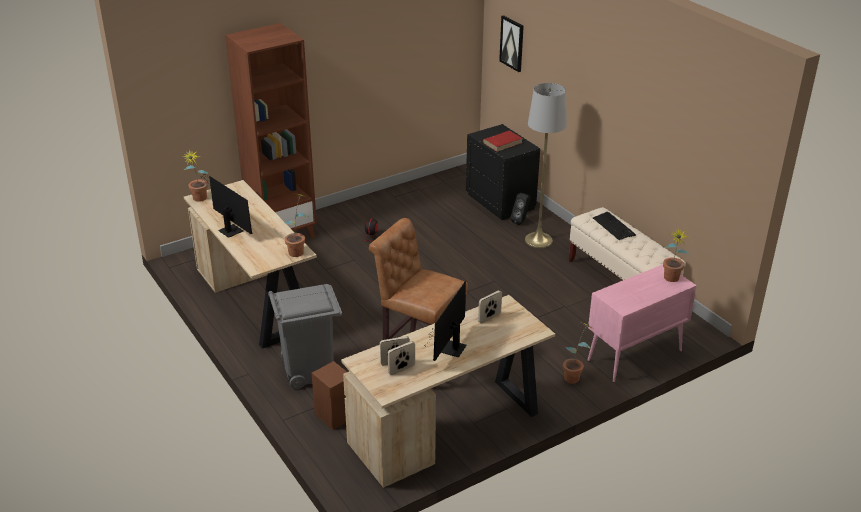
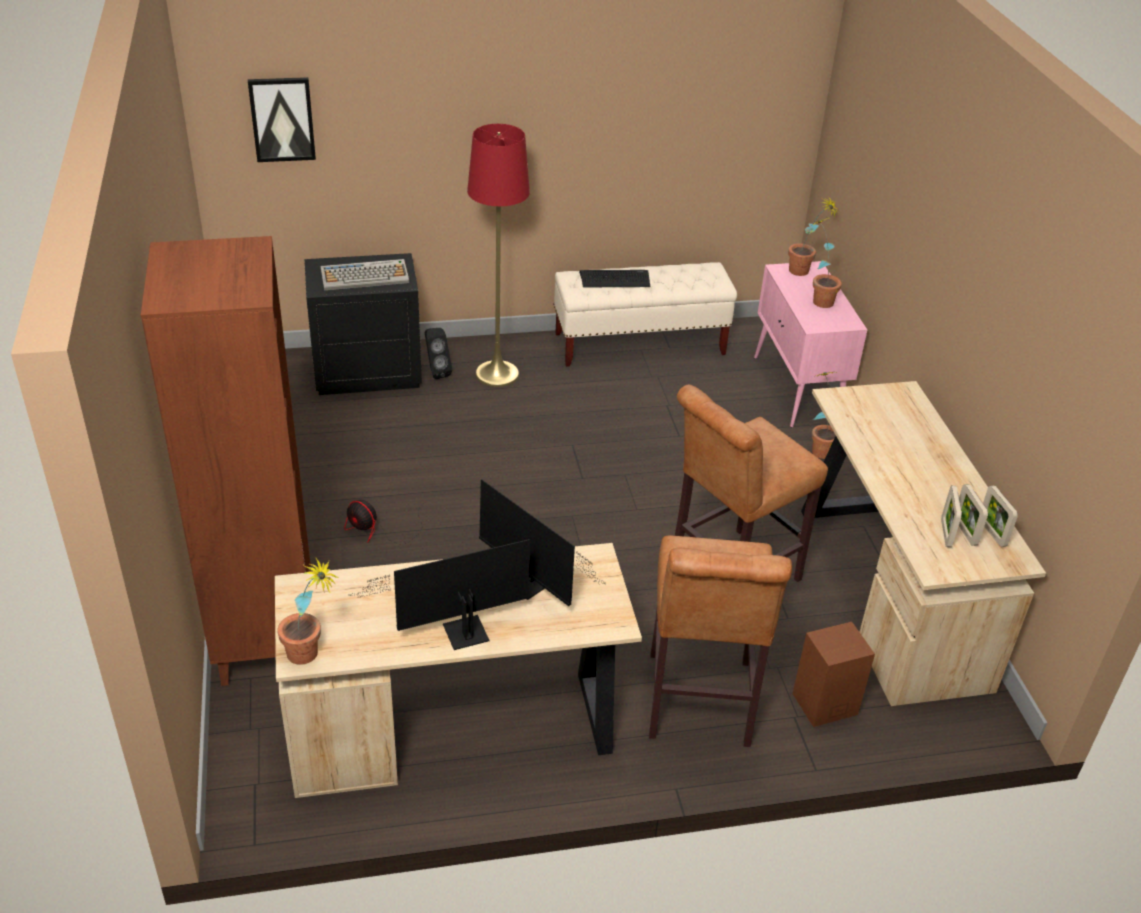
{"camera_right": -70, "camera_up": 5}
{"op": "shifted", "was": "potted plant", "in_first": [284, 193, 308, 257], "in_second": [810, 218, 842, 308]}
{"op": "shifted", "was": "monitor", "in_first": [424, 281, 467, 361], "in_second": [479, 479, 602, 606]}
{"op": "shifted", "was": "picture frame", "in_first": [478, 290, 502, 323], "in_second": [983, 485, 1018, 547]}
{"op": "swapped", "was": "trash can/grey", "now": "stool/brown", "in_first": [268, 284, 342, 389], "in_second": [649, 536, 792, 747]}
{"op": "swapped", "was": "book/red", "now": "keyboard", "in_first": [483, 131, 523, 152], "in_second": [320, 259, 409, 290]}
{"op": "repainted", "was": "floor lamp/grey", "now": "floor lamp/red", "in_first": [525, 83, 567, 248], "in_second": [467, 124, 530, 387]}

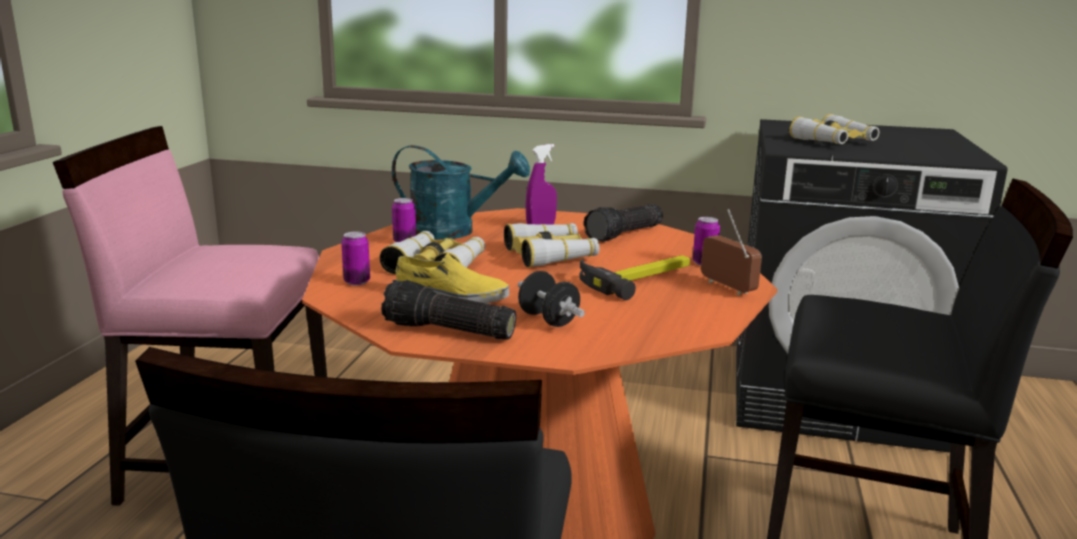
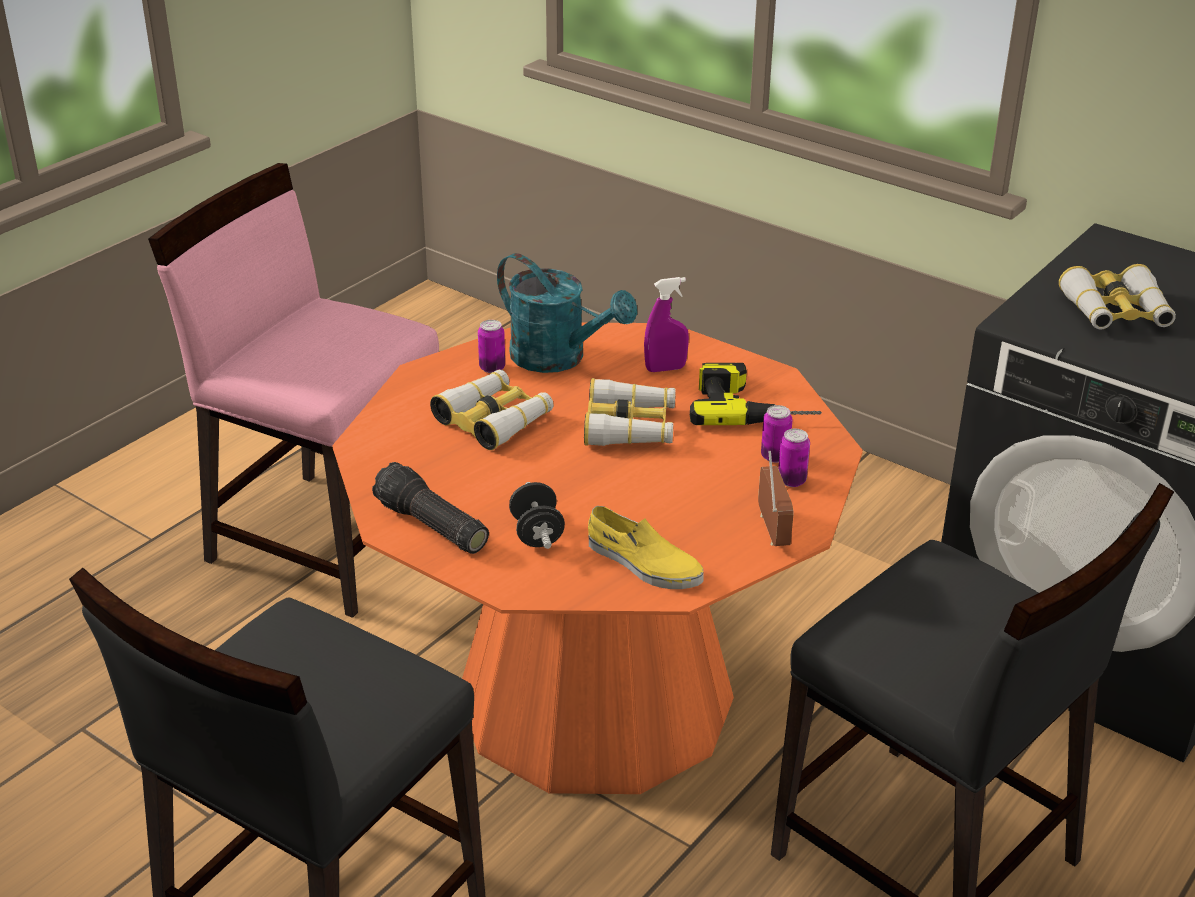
{"camera_right": 25, "camera_up": 15}
{"op": "gone", "was": "hammer", "in_first": [579, 255, 690, 300]}
{"op": "shifted", "was": "can", "in_first": [341, 231, 370, 285], "in_second": [761, 405, 793, 463]}
{"op": "shifted", "was": "shoe/yellow", "in_first": [395, 253, 509, 304], "in_second": [588, 506, 704, 589]}
{"op": "swapped", "was": "flashlight", "now": "power drill", "in_first": [584, 204, 663, 242], "in_second": [690, 363, 822, 425]}

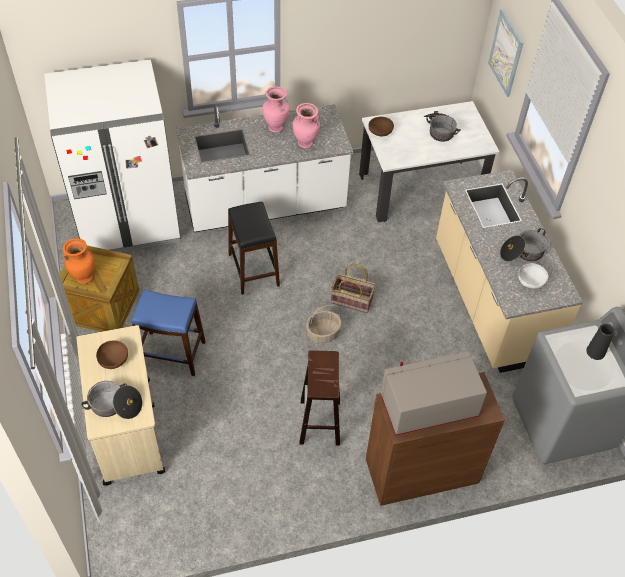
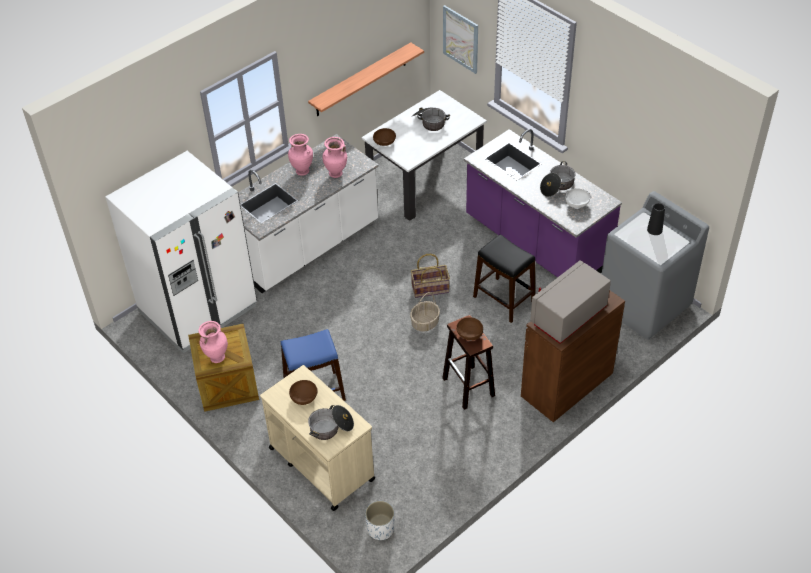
{"camera_right": -25, "camera_up": -5}
{"op": "new", "now": "shelf", "in_second": [308, 42, 424, 116]}
{"op": "new", "now": "planter/white", "in_second": [365, 501, 394, 540]}
{"op": "new", "now": "bowl/brown", "in_second": [456, 317, 483, 340]}
{"op": "shifted", "was": "stool/black", "in_first": [228, 202, 280, 295], "in_second": [473, 235, 535, 323]}
{"op": "repainted", "was": "vase/orange", "now": "vase/pink", "in_first": [63, 238, 95, 284], "in_second": [198, 321, 228, 363]}
{"op": "repainted", "was": "counter/beige", "now": "counter/purple", "in_first": [436, 170, 583, 373], "in_second": [464, 129, 622, 278]}

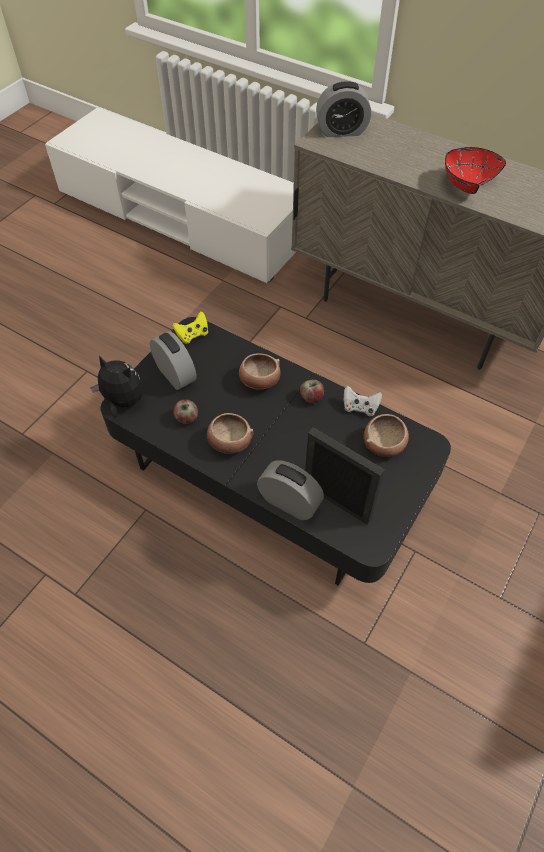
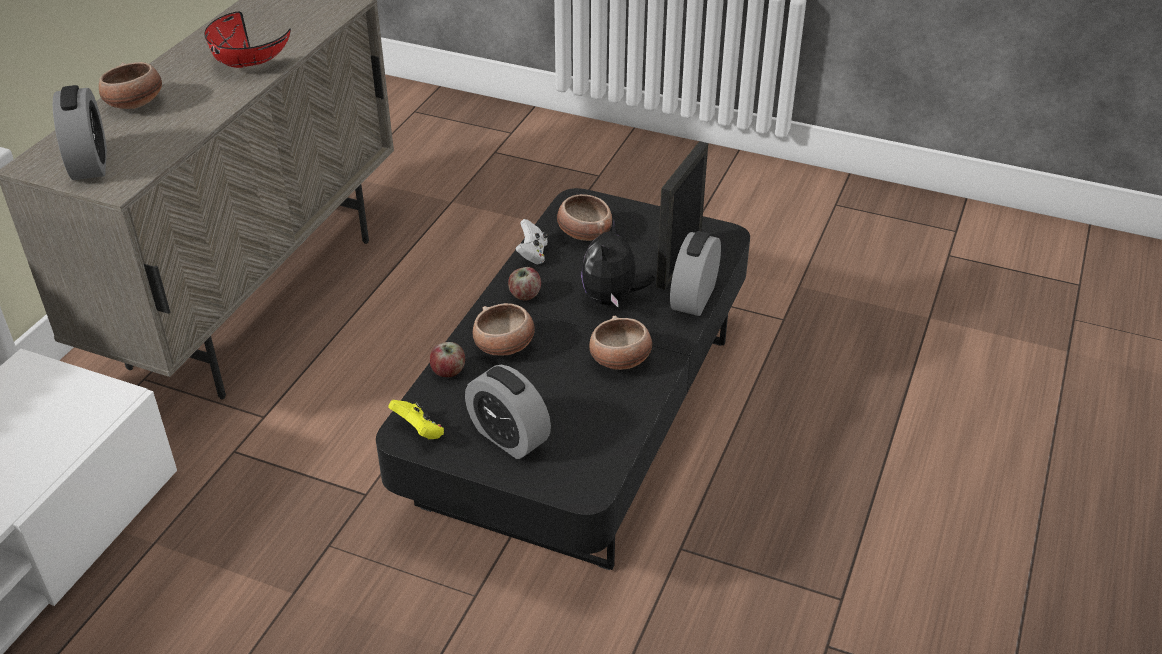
{"camera_right": -100, "camera_up": -15}
{"op": "new", "now": "bowl", "in_second": [99, 62, 162, 109]}
{"op": "shifted", "was": "plush toy", "in_first": [90, 355, 143, 419], "in_second": [581, 218, 655, 308]}
{"op": "shifted", "was": "apple", "in_first": [173, 399, 198, 424], "in_second": [430, 342, 465, 377]}
{"op": "rotated", "was": "alarm clock", "in_first": [150, 331, 197, 390], "in_second": [465, 365, 551, 459], "clockwise": -90}

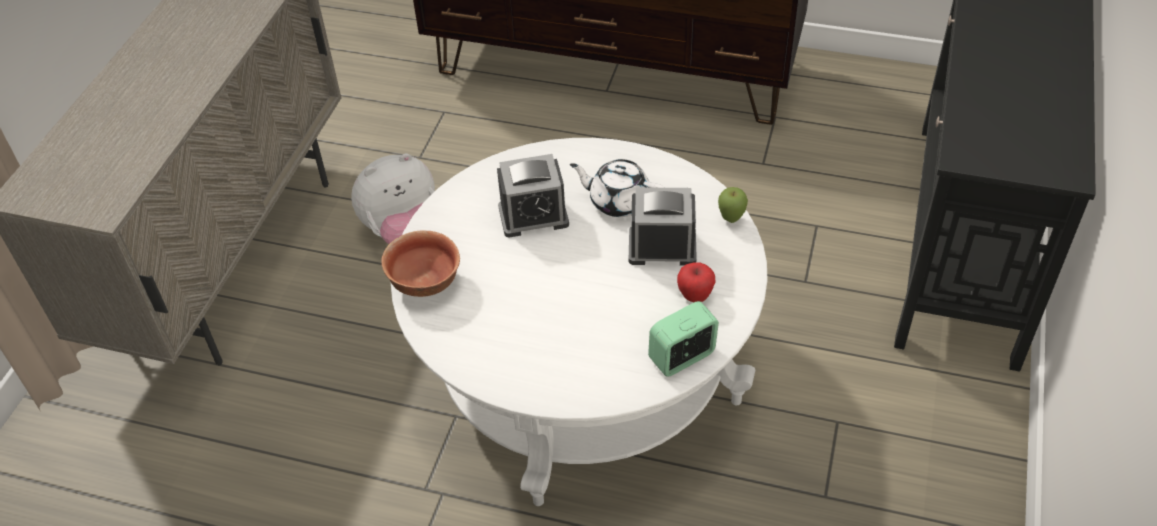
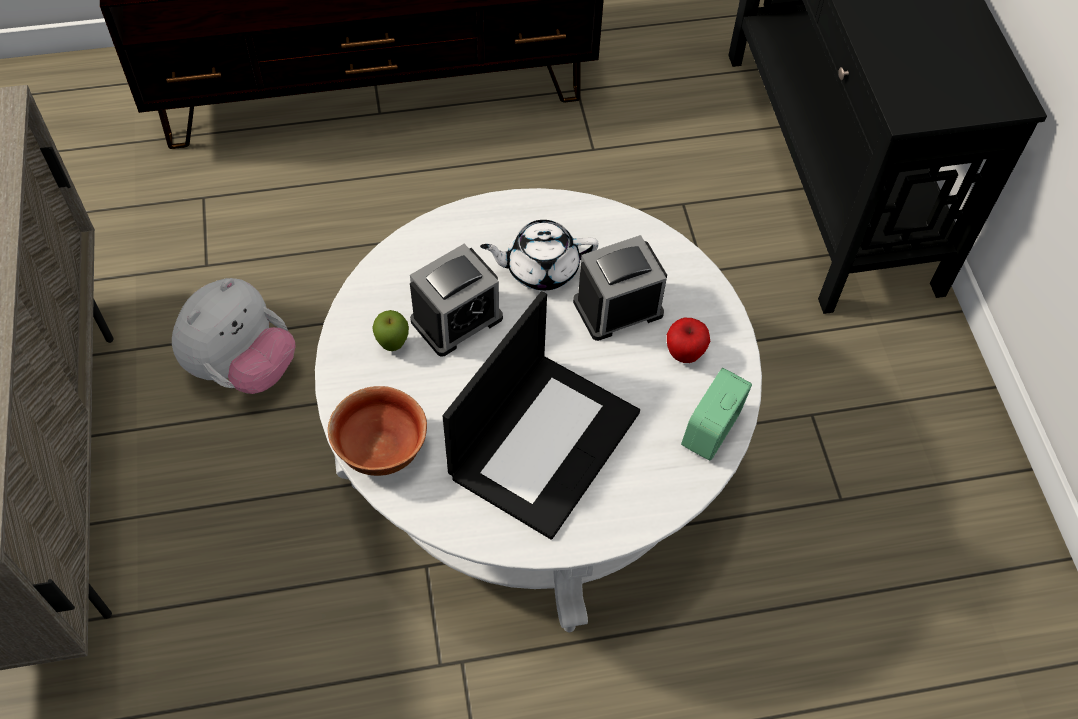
{"camera_right": -30, "camera_up": 10}
{"op": "new", "now": "laptop", "in_second": [443, 291, 640, 540]}
{"op": "shifted", "was": "apple", "in_first": [718, 187, 748, 223], "in_second": [372, 310, 409, 351]}

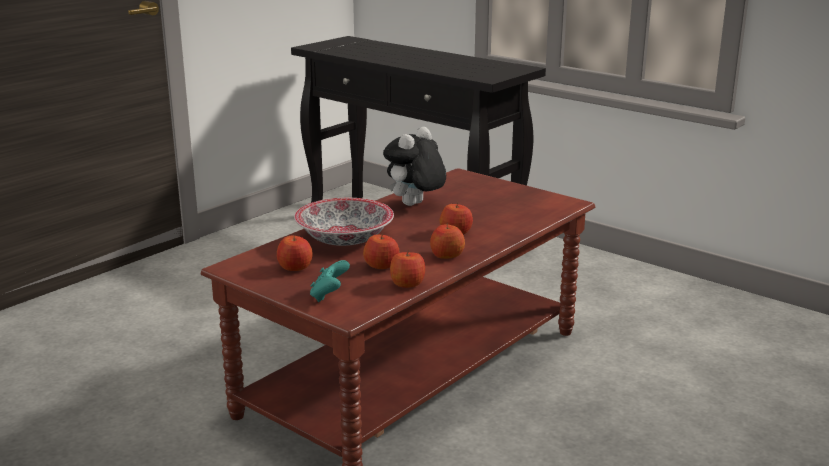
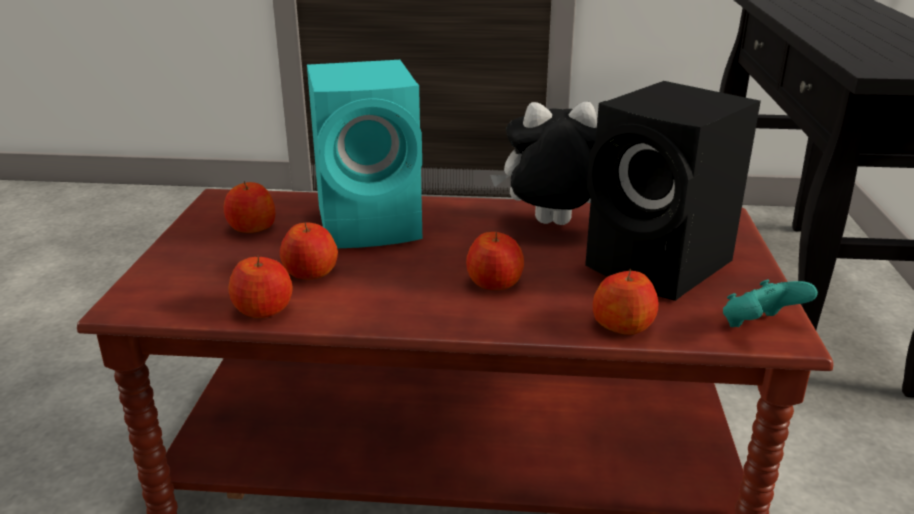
{"camera_right": 55, "camera_up": 5}
{"op": "new", "now": "speaker/black", "in_second": [585, 81, 761, 301]}
{"op": "shifted", "was": "game controller/turquoise", "in_first": [310, 260, 350, 302], "in_second": [723, 279, 818, 327]}
{"op": "shifted", "was": "apple", "in_first": [430, 224, 465, 259], "in_second": [593, 269, 658, 335]}
{"op": "swapped", "was": "bowl", "now": "speaker/turquoise", "in_first": [294, 198, 394, 246], "in_second": [307, 60, 422, 248]}

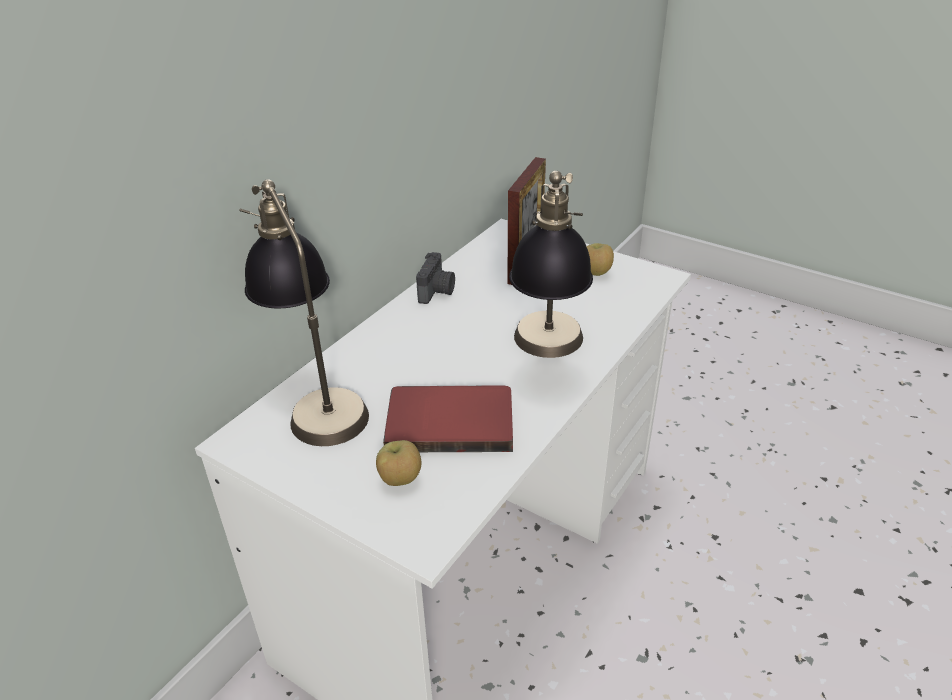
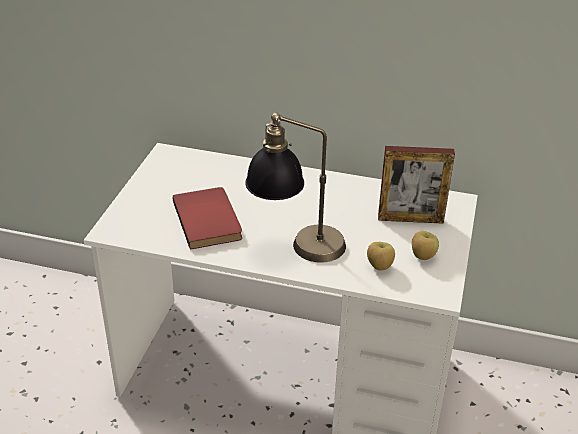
{"camera_right": 70, "camera_up": 0}
{"op": "gone", "was": "table lamp", "in_first": [239, 179, 369, 446]}
{"op": "gone", "was": "photo camera", "in_first": [416, 252, 455, 304]}
{"op": "shifted", "was": "apple", "in_first": [376, 440, 421, 486], "in_second": [367, 242, 395, 271]}

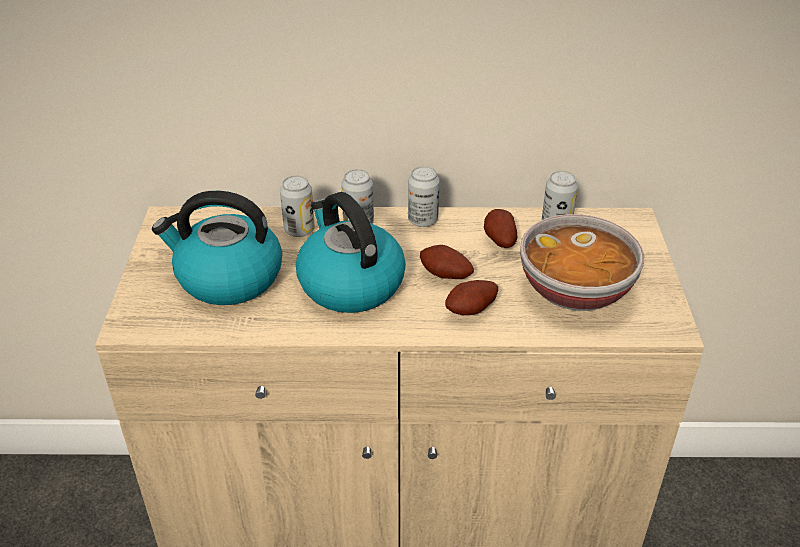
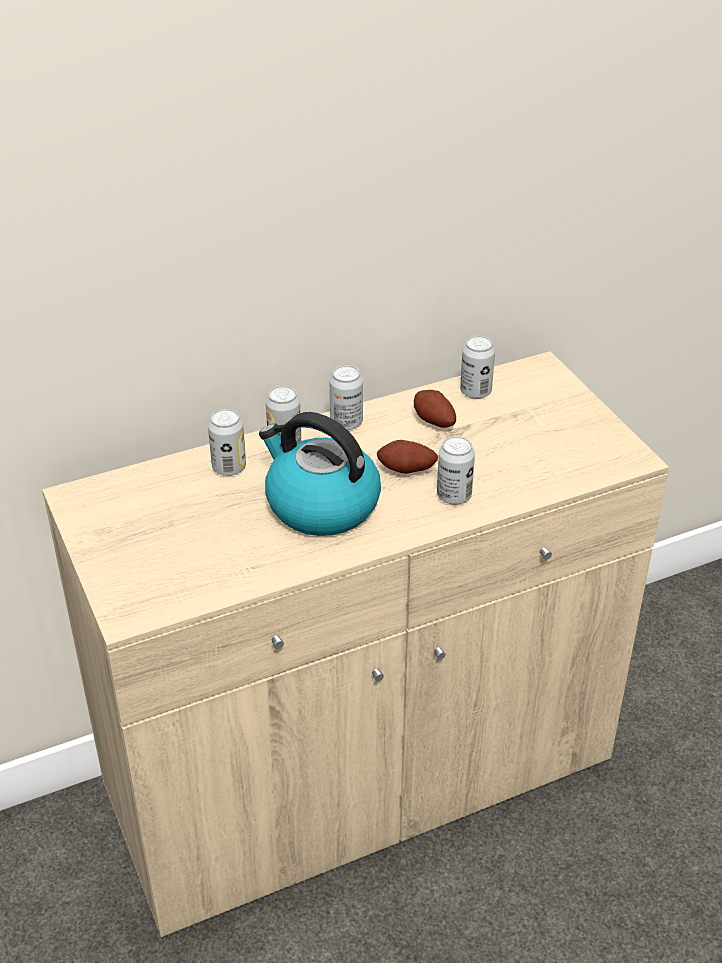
{"camera_right": -25, "camera_up": 0}
{"op": "gone", "was": "kettle", "in_first": [152, 191, 282, 305]}
{"op": "gone", "was": "bowl", "in_first": [520, 214, 644, 311]}
{"op": "swapped", "was": "potato", "now": "can", "in_first": [445, 280, 498, 315], "in_second": [437, 436, 475, 505]}

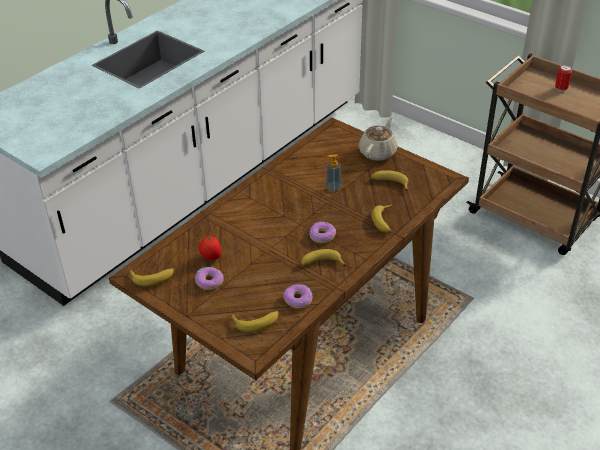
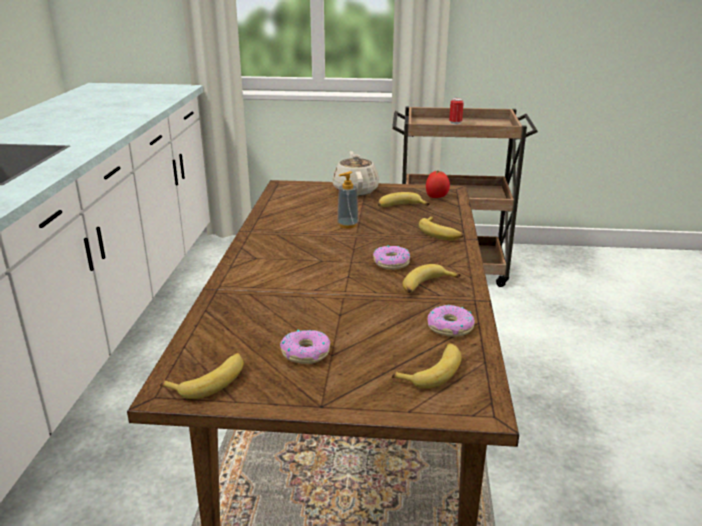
{"camera_right": -35, "camera_up": -15}
{"op": "shifted", "was": "tomato", "in_first": [199, 236, 221, 260], "in_second": [426, 171, 450, 198]}

